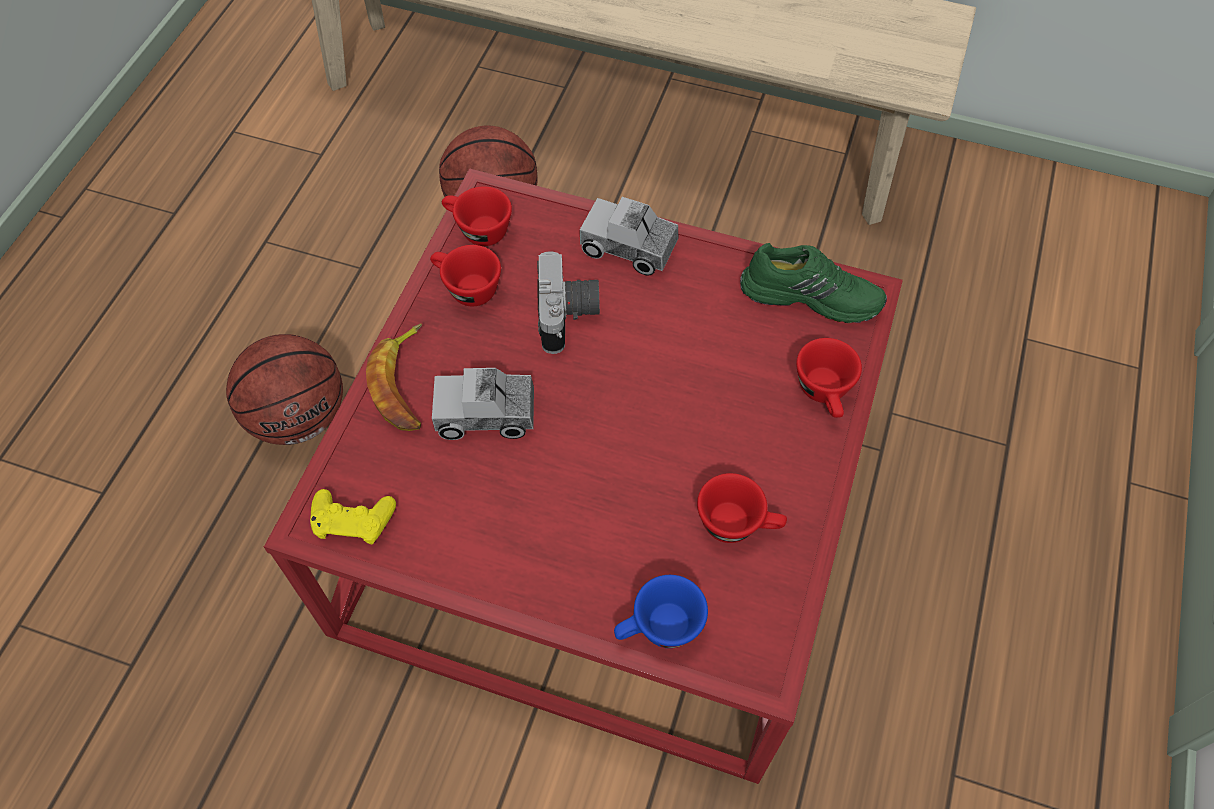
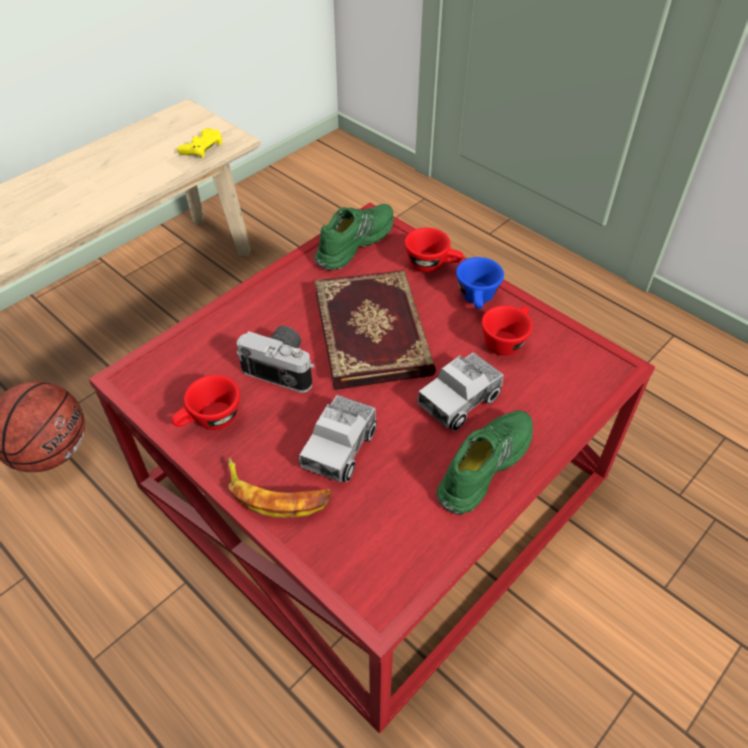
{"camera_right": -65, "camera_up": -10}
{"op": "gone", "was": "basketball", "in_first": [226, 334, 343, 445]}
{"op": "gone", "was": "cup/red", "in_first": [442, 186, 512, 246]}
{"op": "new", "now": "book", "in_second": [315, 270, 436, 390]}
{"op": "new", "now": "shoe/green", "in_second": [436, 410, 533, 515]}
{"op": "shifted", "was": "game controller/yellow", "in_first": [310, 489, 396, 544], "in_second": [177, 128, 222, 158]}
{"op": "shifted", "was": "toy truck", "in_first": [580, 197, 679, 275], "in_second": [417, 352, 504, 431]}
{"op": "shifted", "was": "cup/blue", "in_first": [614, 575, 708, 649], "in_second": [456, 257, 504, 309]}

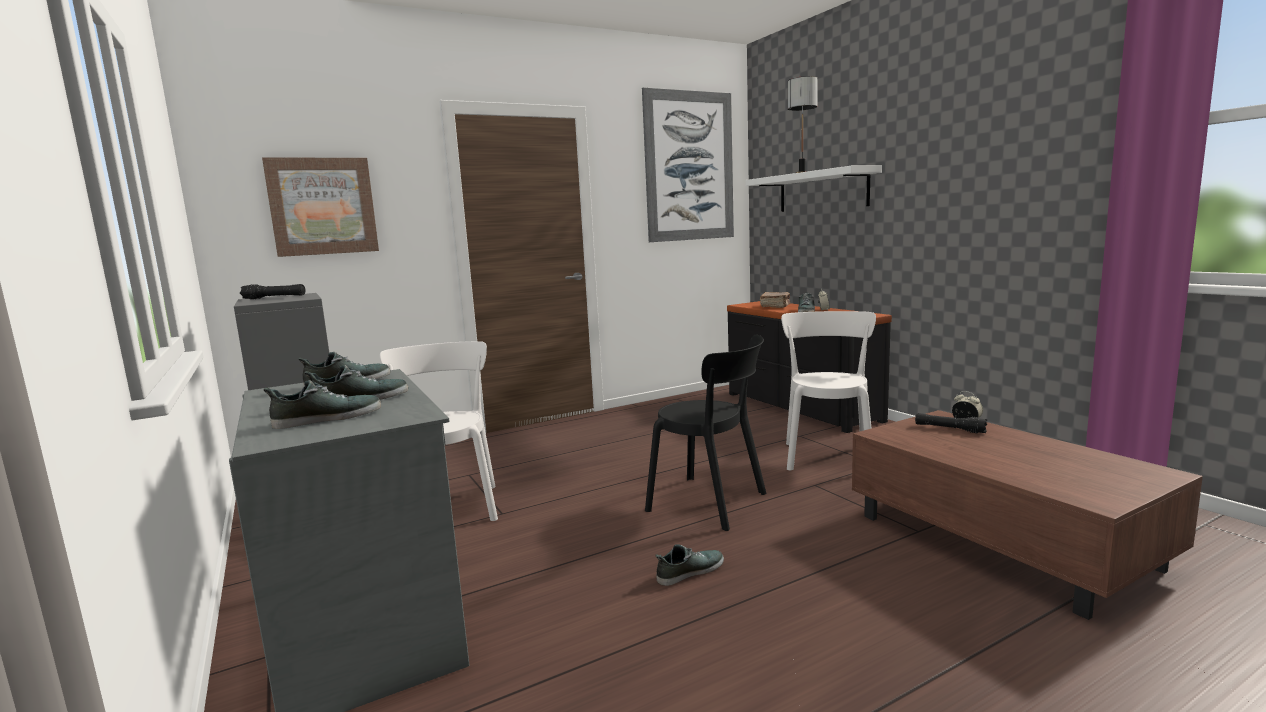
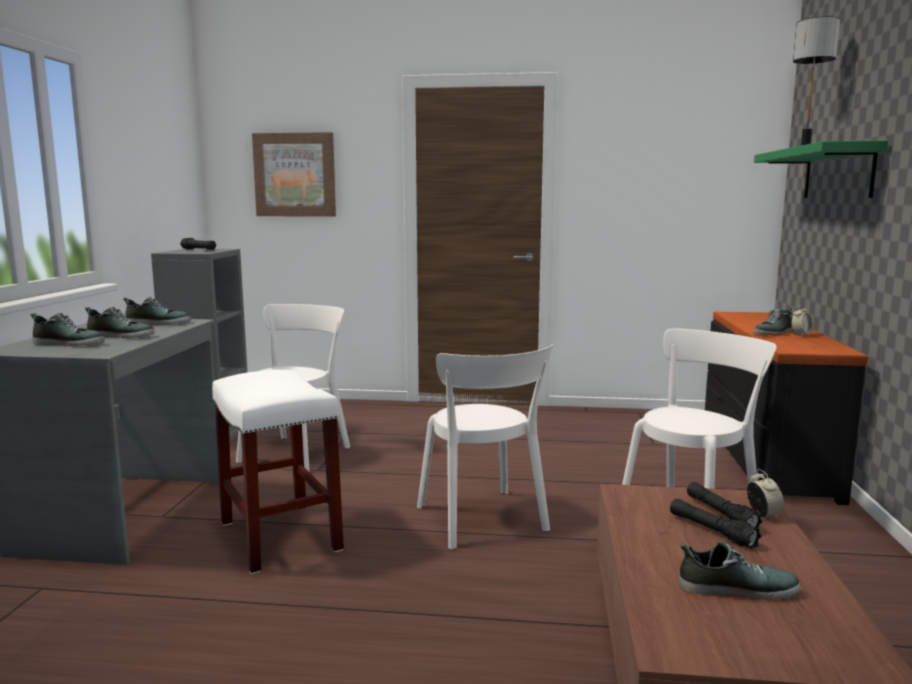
{"camera_right": 35, "camera_up": 0}
{"op": "gone", "was": "picture", "in_first": [642, 88, 734, 242]}
{"op": "gone", "was": "book/brown", "in_first": [760, 292, 790, 308]}
{"op": "new", "now": "stool/white", "in_second": [212, 370, 344, 574]}
{"op": "new", "now": "flashlight/black", "in_second": [670, 499, 762, 549]}
{"op": "shifted", "was": "shoe", "in_first": [655, 544, 724, 586], "in_second": [679, 541, 800, 599]}
{"op": "repainted", "was": "chair/black", "now": "chair/white", "in_first": [645, 334, 766, 531], "in_second": [417, 344, 553, 549]}
{"op": "repainted", "was": "shelf/white", "now": "shelf/green", "in_first": [746, 166, 882, 212], "in_second": [754, 141, 888, 198]}

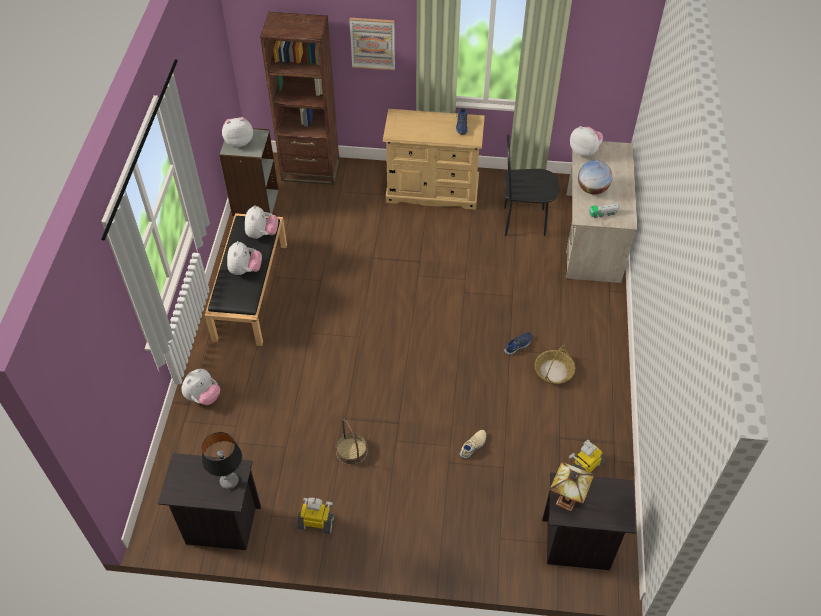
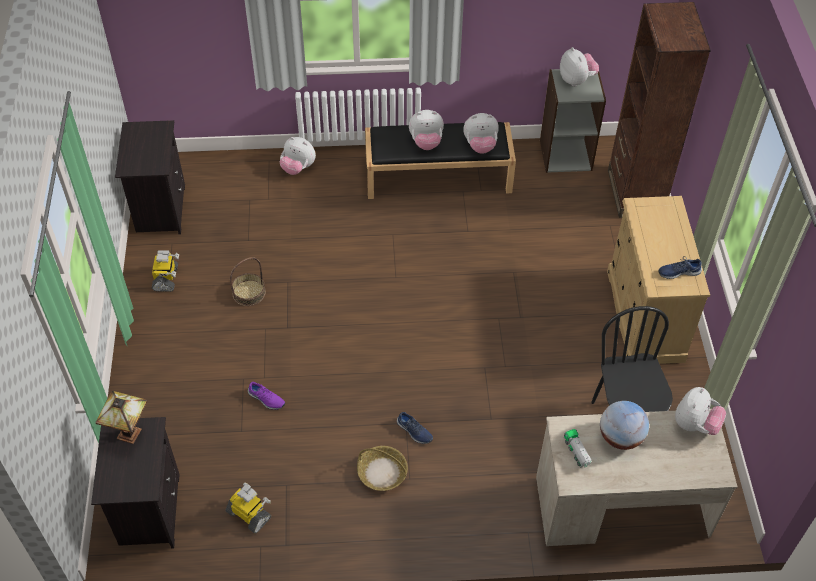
{"camera_right": 80, "camera_up": 0}
{"op": "gone", "was": "table lamp", "in_first": [202, 432, 242, 489]}
{"op": "gone", "was": "picture", "in_first": [349, 18, 395, 71]}
{"op": "repainted", "was": "shoe/beige", "now": "shoe/purple", "in_first": [459, 430, 486, 459], "in_second": [248, 382, 285, 410]}

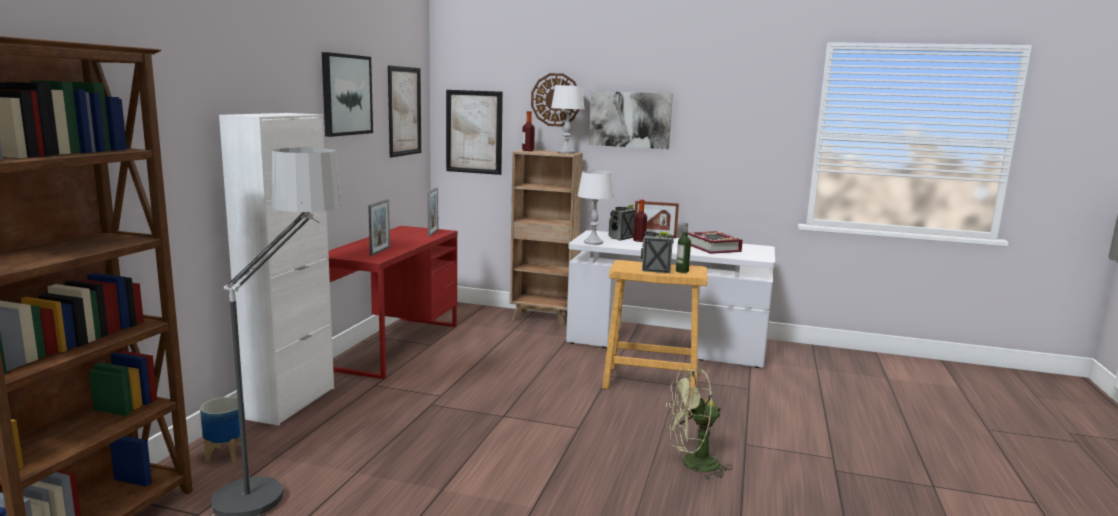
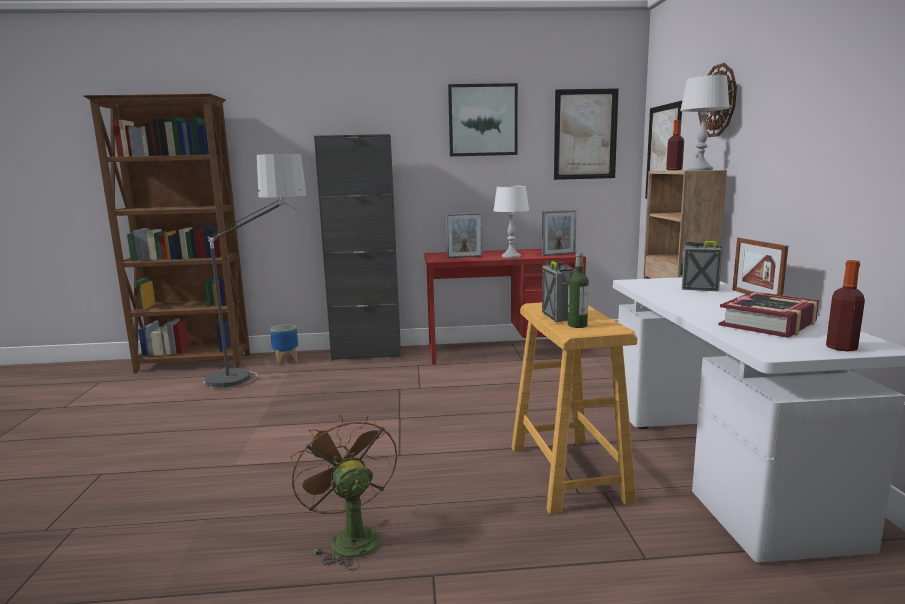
{"camera_right": 70, "camera_up": 0}
{"op": "gone", "was": "picture", "in_first": [589, 91, 673, 149]}
{"op": "shifted", "was": "table lamp/white", "in_first": [577, 170, 614, 245], "in_second": [493, 186, 529, 258]}
{"op": "shifted", "was": "bottle", "in_first": [633, 199, 647, 242], "in_second": [826, 260, 865, 351]}
{"op": "repainted", "was": "cabinet/white", "now": "cabinet/black", "in_first": [219, 113, 334, 426], "in_second": [314, 134, 401, 361]}
{"op": "repainted", "was": "fan/green", "now": "fan/brown", "in_first": [666, 368, 733, 480], "in_second": [290, 414, 397, 570]}

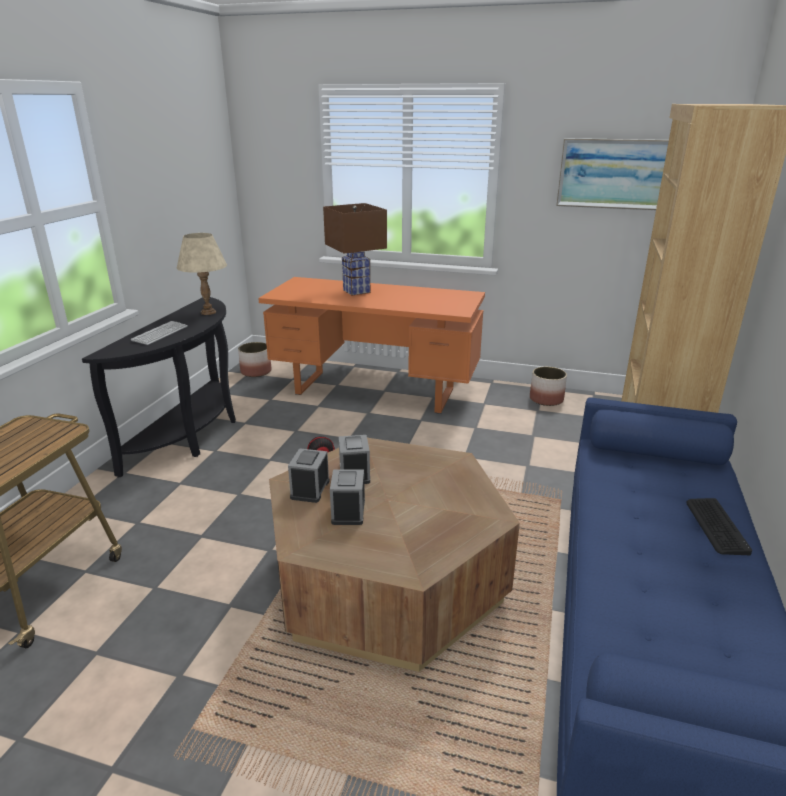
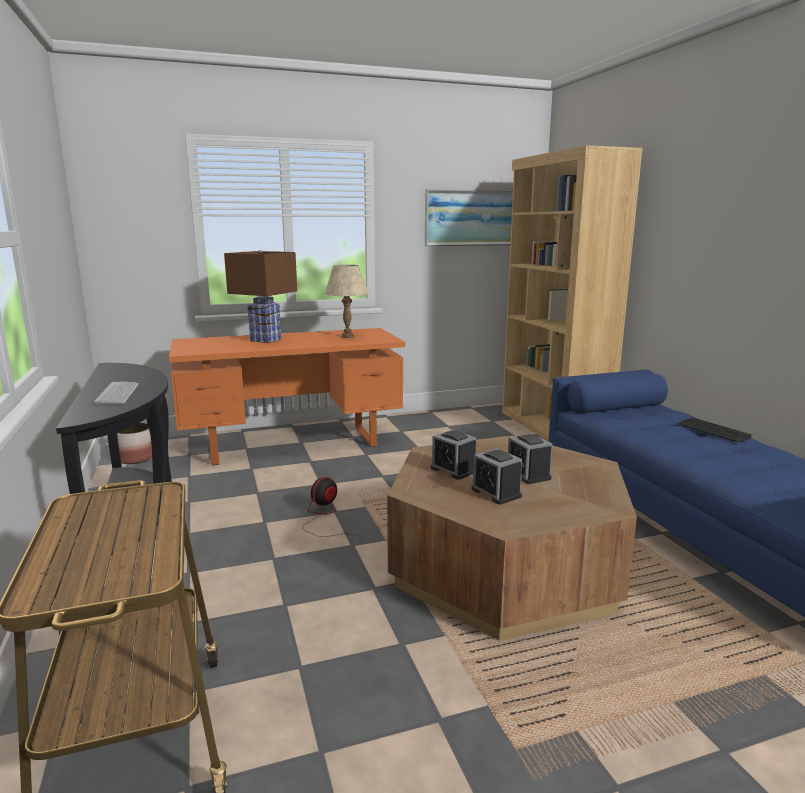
{"camera_right": -35, "camera_up": -10}
{"op": "gone", "was": "planter", "in_first": [530, 367, 567, 406]}
{"op": "shifted", "was": "table lamp/beige", "in_first": [177, 233, 227, 315], "in_second": [325, 265, 369, 338]}
{"op": "shifted", "was": "alarm clock", "in_first": [288, 448, 329, 503], "in_second": [508, 433, 553, 484]}

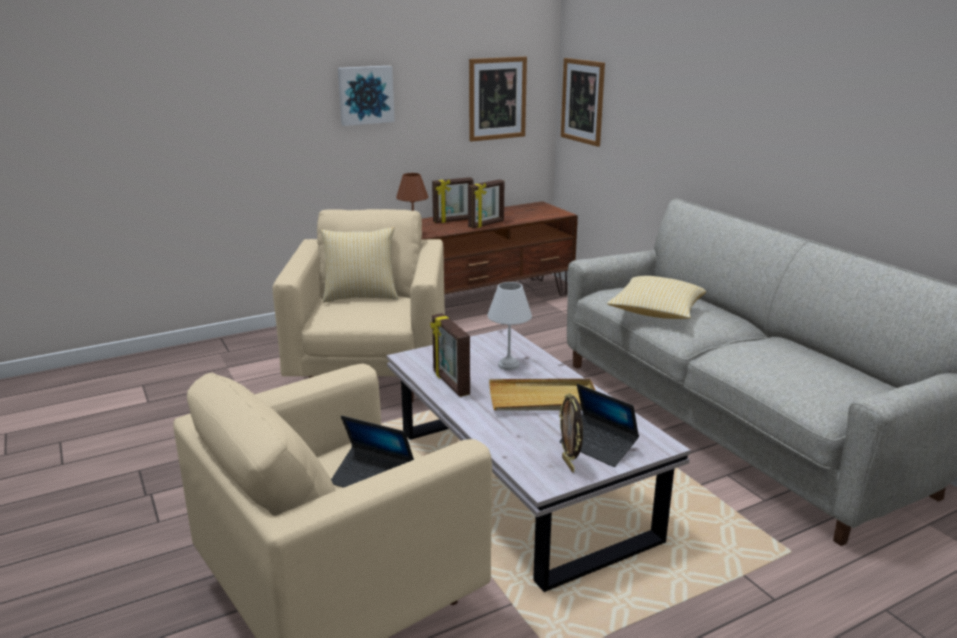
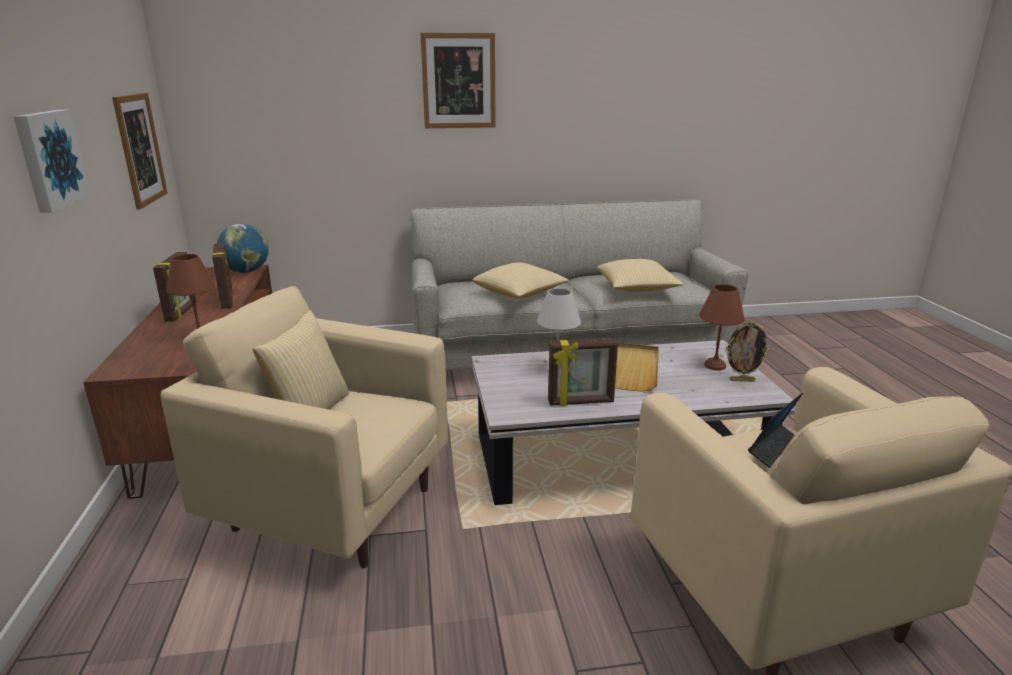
{"camera_right": -70, "camera_up": 0}
{"op": "new", "now": "globe", "in_second": [217, 224, 269, 273]}
{"op": "new", "now": "pillow", "in_second": [597, 259, 684, 292]}
{"op": "shifted", "was": "picture", "in_first": [561, 58, 605, 147], "in_second": [421, 33, 496, 128]}
{"op": "swapped", "was": "laptop", "now": "table lamp/brown", "in_first": [559, 384, 639, 467], "in_second": [699, 284, 745, 371]}

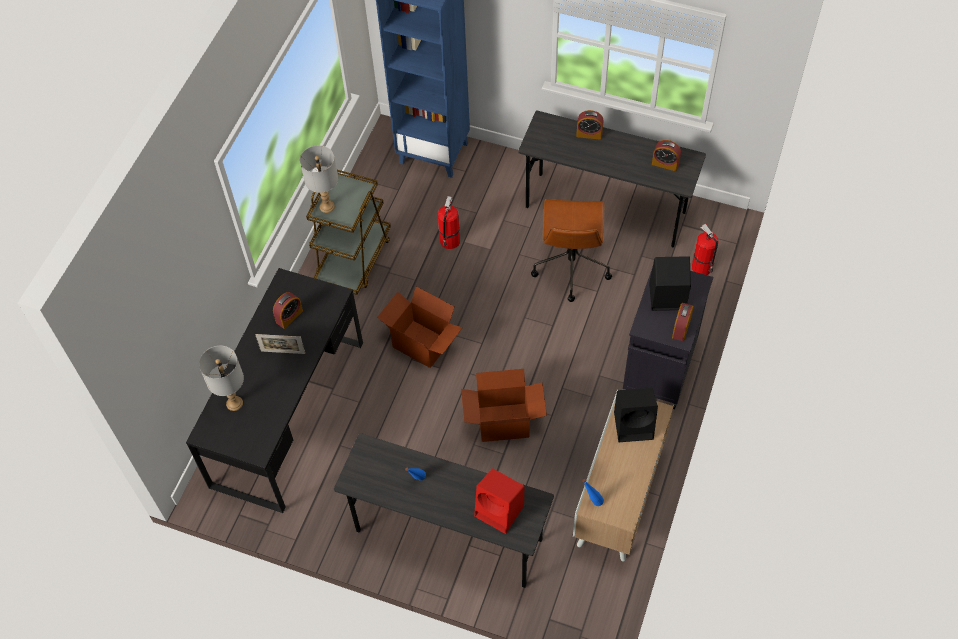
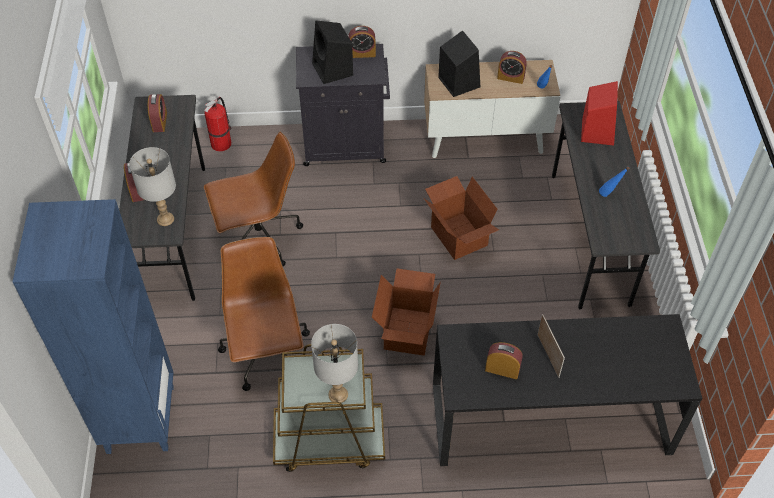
{"camera_right": -115, "camera_up": -5}
{"op": "new", "now": "alarm clock", "in_second": [497, 51, 527, 84]}
{"op": "shifted", "was": "table lamp/grey", "in_first": [199, 346, 244, 411], "in_second": [129, 147, 176, 226]}
{"op": "swapped", "was": "fire extinguisher", "now": "office chair/brown", "in_first": [438, 196, 460, 249], "in_second": [218, 237, 310, 391]}

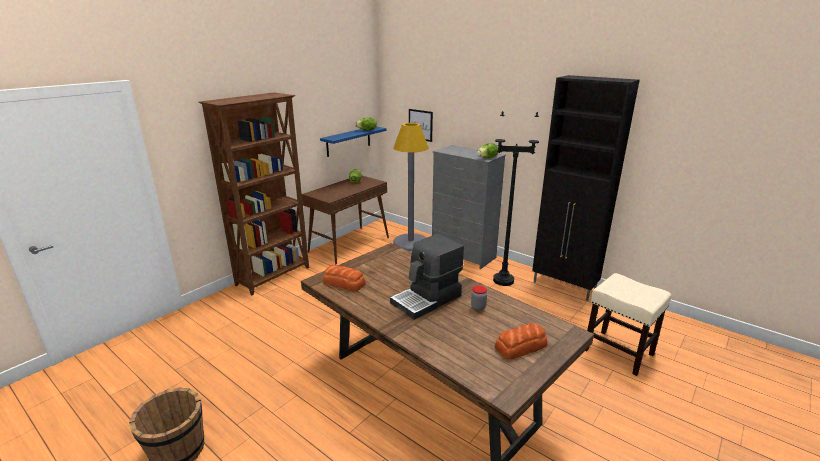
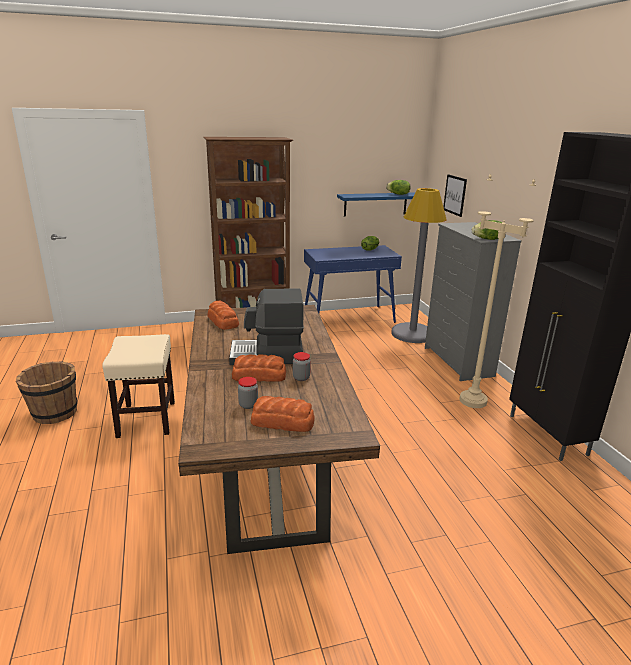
{"camera_right": 35, "camera_up": 0}
{"op": "new", "now": "bread", "in_second": [232, 355, 286, 382]}
{"op": "new", "now": "jar", "in_second": [238, 377, 258, 409]}
{"op": "shifted", "was": "stool/beige", "in_first": [585, 273, 672, 376], "in_second": [102, 334, 175, 438]}
{"op": "repainted", "was": "console table/brown", "now": "console table/blue", "in_first": [302, 176, 389, 264], "in_second": [304, 245, 402, 323]}
{"op": "repainted", "was": "floor lamp/black", "now": "floor lamp/beige", "in_first": [493, 111, 539, 286], "in_second": [460, 174, 536, 408]}

